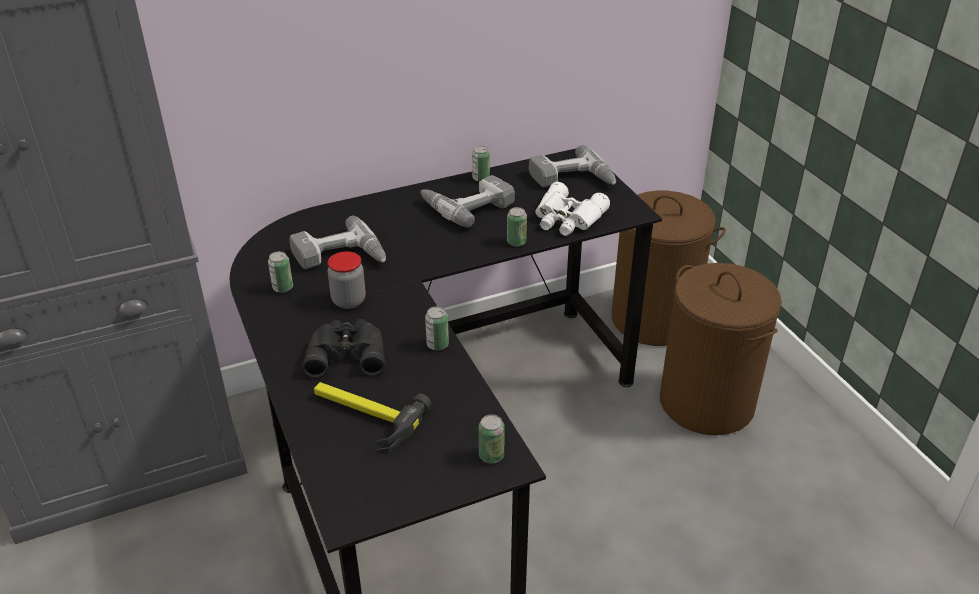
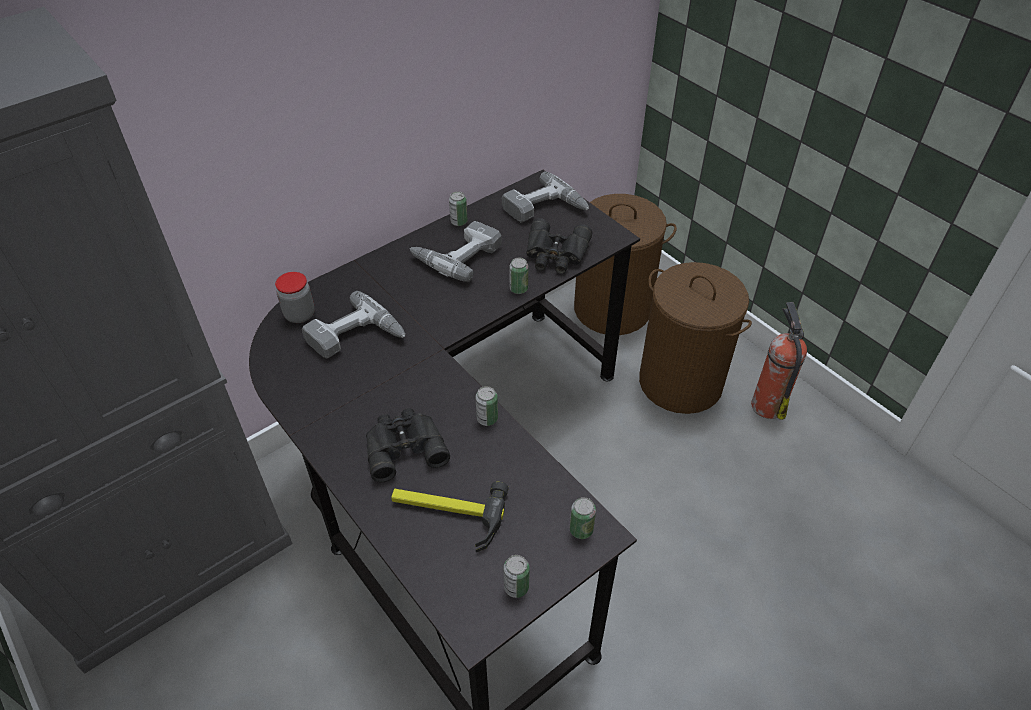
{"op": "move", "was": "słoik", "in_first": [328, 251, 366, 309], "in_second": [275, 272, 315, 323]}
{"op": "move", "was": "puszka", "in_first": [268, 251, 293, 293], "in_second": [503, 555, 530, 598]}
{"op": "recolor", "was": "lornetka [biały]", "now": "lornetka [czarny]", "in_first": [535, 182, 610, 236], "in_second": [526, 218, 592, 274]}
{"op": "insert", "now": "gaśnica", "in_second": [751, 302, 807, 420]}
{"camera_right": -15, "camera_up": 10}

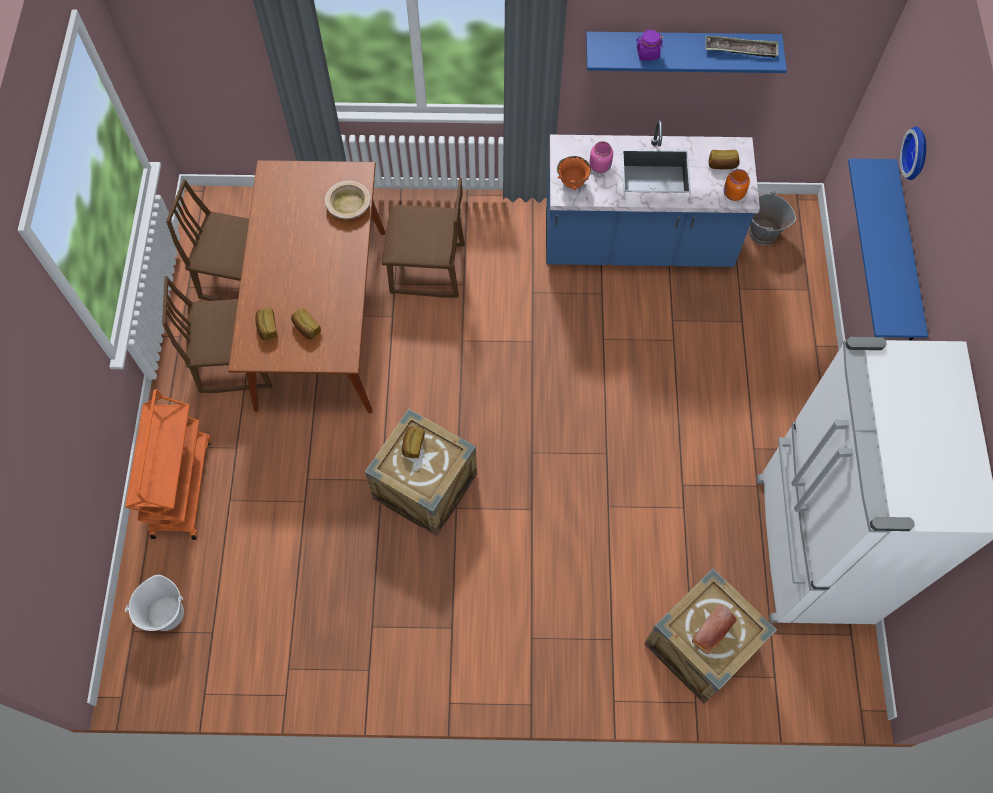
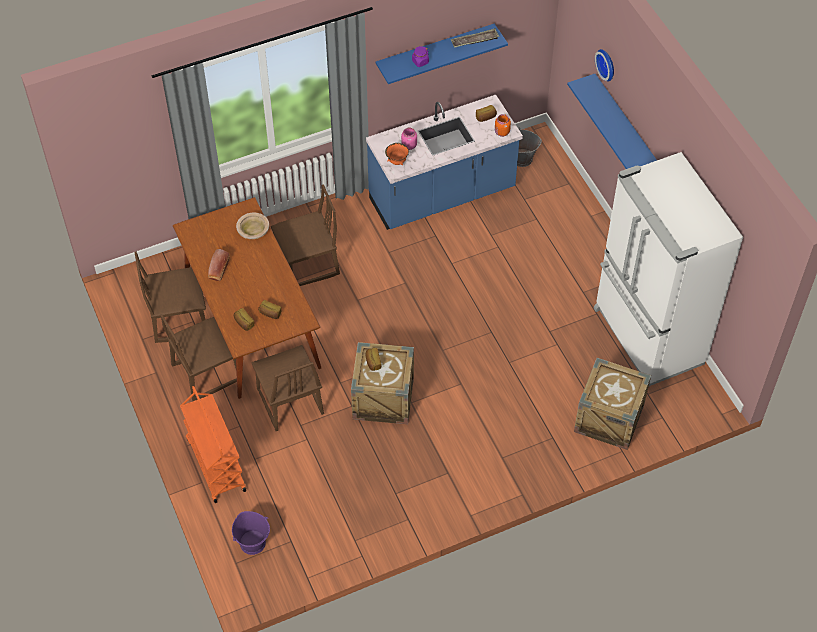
{"op": "move", "was": "chleb", "in_first": [692, 604, 737, 654], "in_second": [208, 249, 230, 281]}
{"op": "recolor", "was": "wiadro [biały]", "now": "wiadro [fioletowy]", "in_first": [125, 575, 184, 631], "in_second": [232, 511, 270, 555]}
{"op": "insert", "now": "krzesło [brązowy]", "in_second": [251, 345, 324, 431]}
{"camera_right": -25, "camera_up": -10}

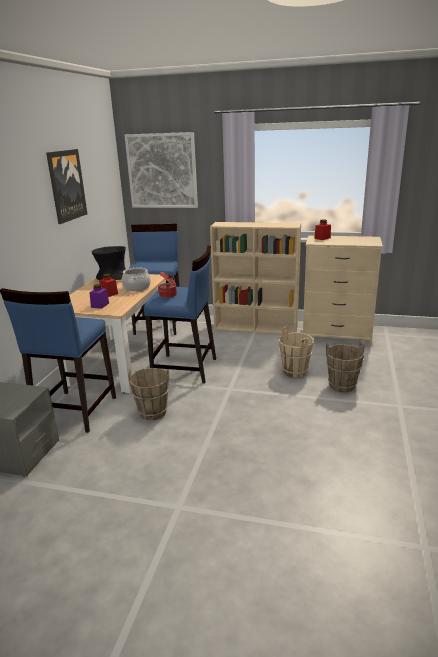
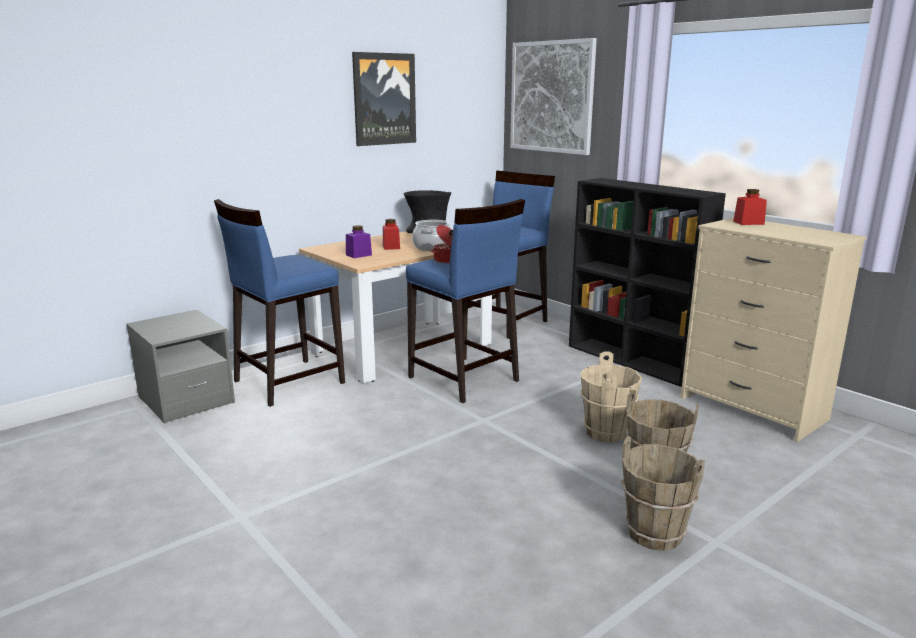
{"op": "recolor", "was": "regał [beżowy]", "now": "regał [czarny]", "in_first": [210, 222, 301, 334], "in_second": [569, 178, 726, 387]}
{"op": "move", "was": "wiadro [brązowy]", "in_first": [128, 368, 170, 420], "in_second": [621, 436, 705, 551]}
{"camera_right": 35, "camera_up": -5}

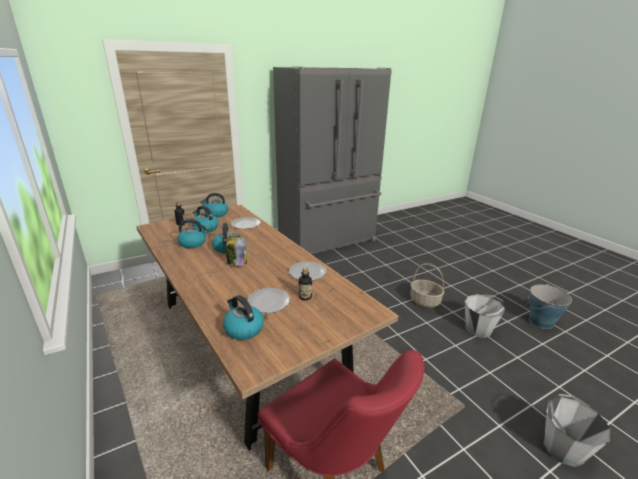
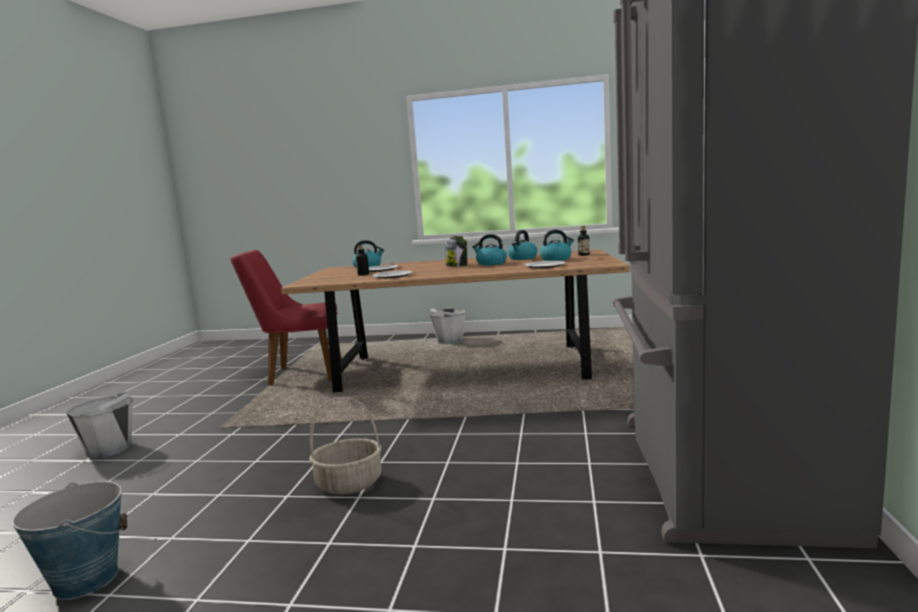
{"op": "move", "was": "wiadro [szary]", "in_first": [465, 294, 505, 338], "in_second": [430, 308, 466, 344]}
{"op": "delete", "was": "czajnik", "in_first": [200, 193, 228, 217]}
{"camera_right": 130, "camera_up": -15}

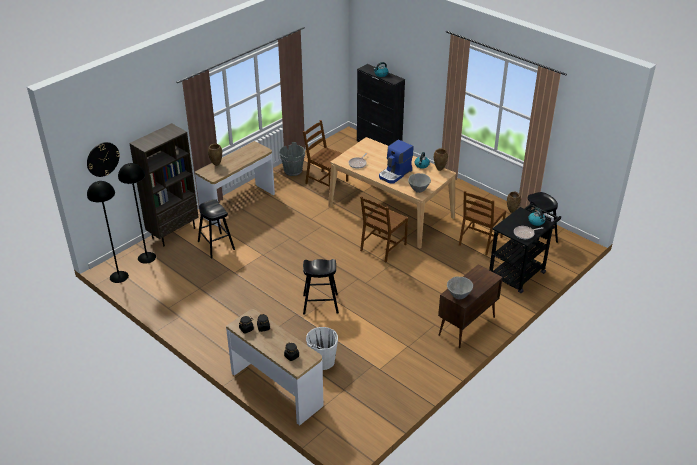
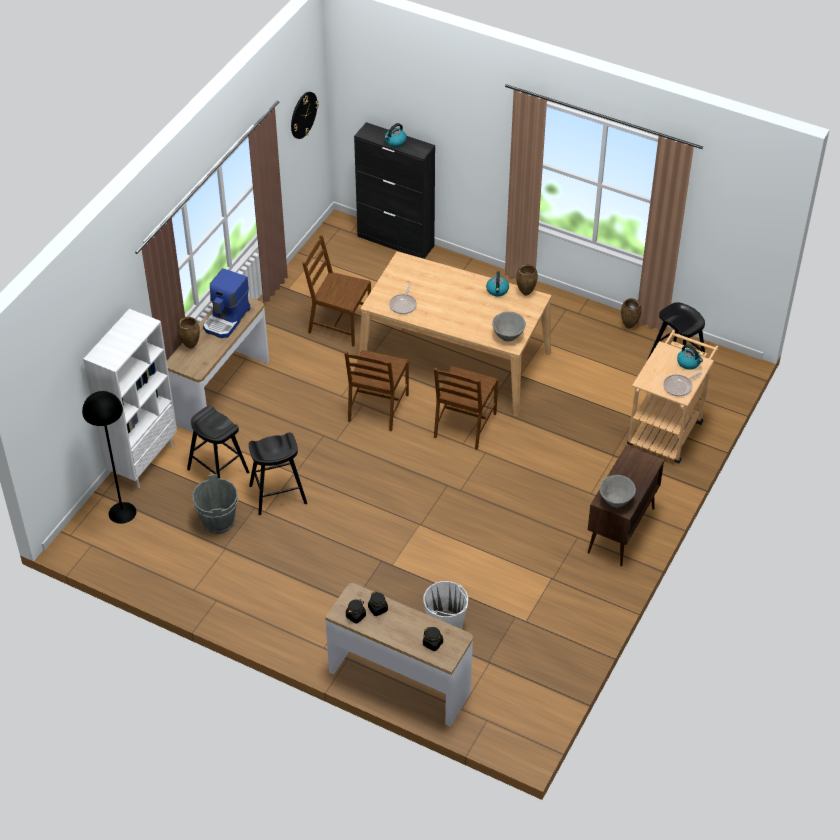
{"op": "recolor", "was": "regał [brązowy]", "now": "regał [biały]", "in_first": [129, 123, 199, 246], "in_second": [83, 309, 177, 488]}
{"op": "move", "was": "wiadro [szary]", "in_first": [279, 142, 305, 176], "in_second": [192, 474, 238, 534]}
{"op": "move", "was": "ekspres do kawy", "in_first": [379, 140, 413, 183], "in_second": [203, 268, 251, 338]}
{"op": "move", "was": "stołek [czarny]", "in_first": [303, 259, 339, 315], "in_second": [249, 432, 307, 515]}
{"op": "move", "was": "zegar ścienny", "in_first": [87, 142, 120, 177], "in_second": [291, 92, 319, 139]}
{"op": "move", "was": "krzesło [brązowy]", "in_first": [459, 191, 506, 255], "in_second": [344, 350, 409, 431]}
{"op": "recolor", "was": "wózek [czarny]", "now": "wózek [beżowy]", "in_first": [489, 203, 561, 294], "in_second": [627, 330, 719, 463]}
{"op": "delete", "was": "lampa stojąca [czarny]", "in_first": [87, 181, 129, 283]}
{"camera_right": -15, "camera_up": 10}

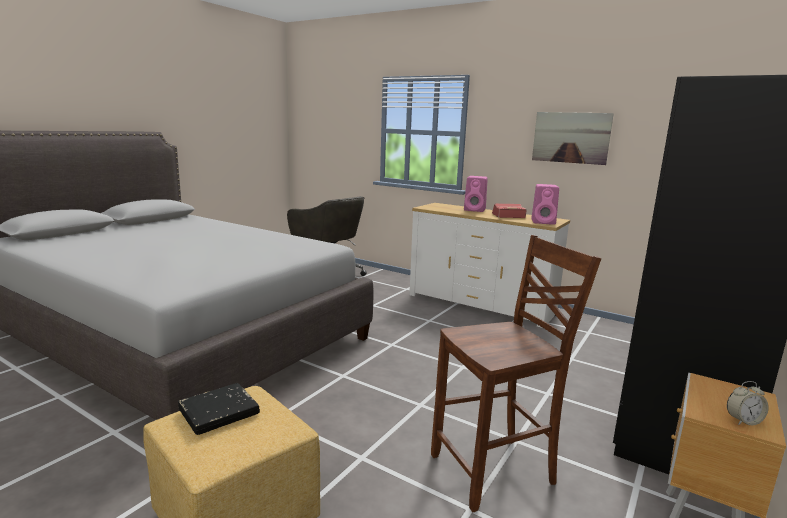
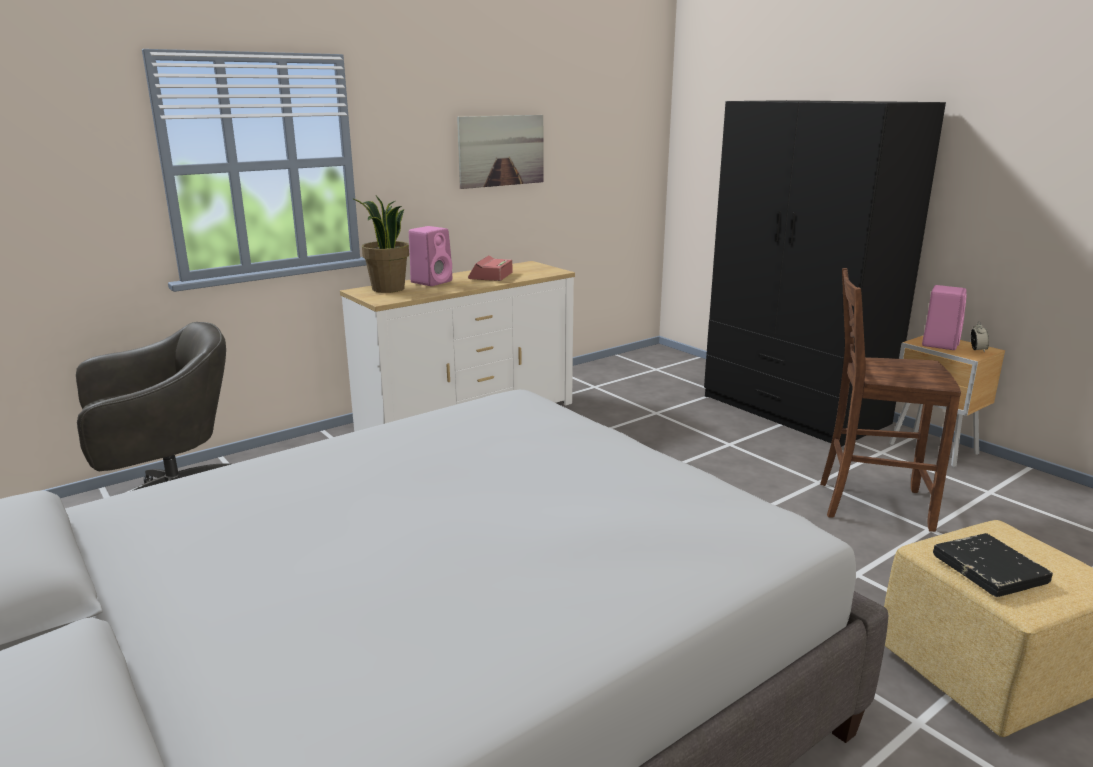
{"op": "insert", "now": "roślina doniczkowa", "in_second": [352, 196, 409, 293]}
{"op": "rotate", "was": "krzesło [brązowy]", "in_first": [431, 235, 601, 512], "in_second": [820, 268, 961, 532], "clockwise": -75}
{"op": "move", "was": "głośnik [różowy]", "in_first": [532, 184, 559, 225], "in_second": [922, 285, 967, 350]}
{"camera_right": -70, "camera_up": 5}

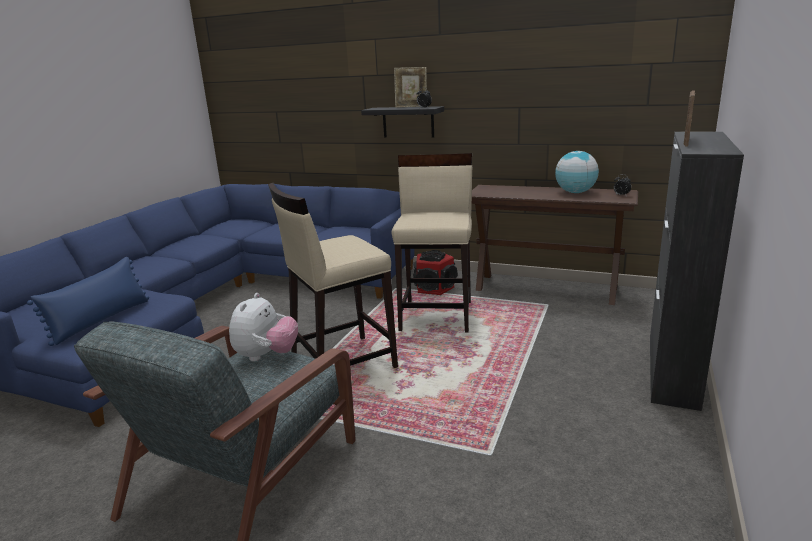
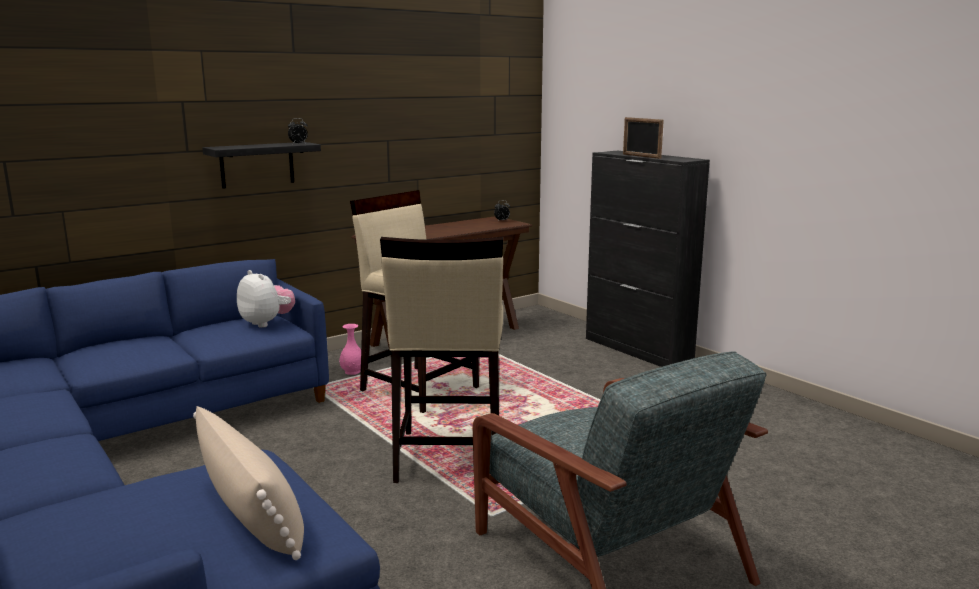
{"op": "recolor", "was": "poduszka [niebieski]", "now": "poduszka [beżowy]", "in_first": [27, 257, 149, 346], "in_second": [193, 406, 304, 560]}
{"op": "move", "was": "pluszak", "in_first": [229, 293, 298, 361], "in_second": [237, 270, 295, 328]}
{"op": "replace", "was": "głośnik", "now": "wazon [różowy]", "in_first": [413, 250, 458, 295], "in_second": [339, 324, 361, 375]}
{"op": "delete", "was": "ramka na zdjęcie", "in_first": [394, 67, 427, 108]}
{"op": "delete", "was": "globus", "in_first": [555, 151, 599, 193]}
{"camera_right": -60, "camera_up": -5}

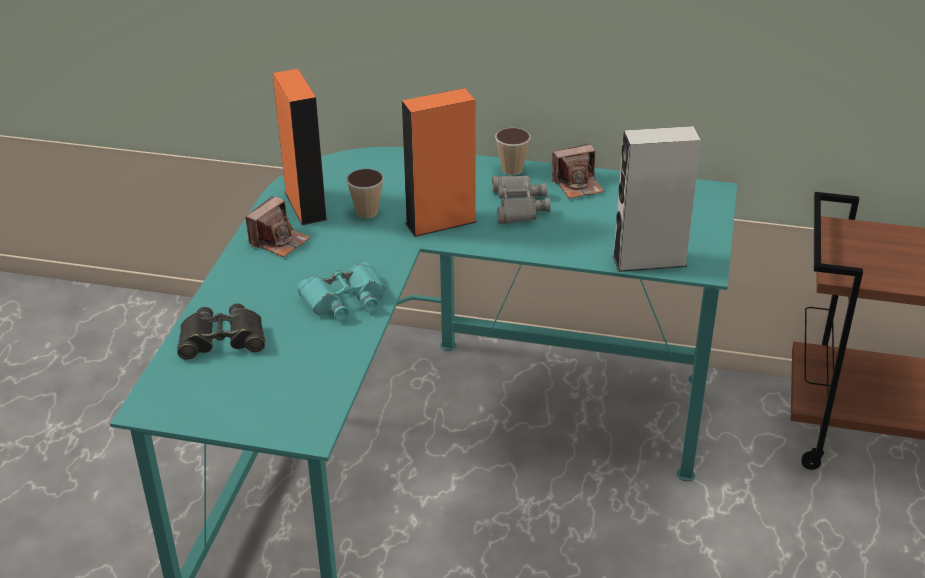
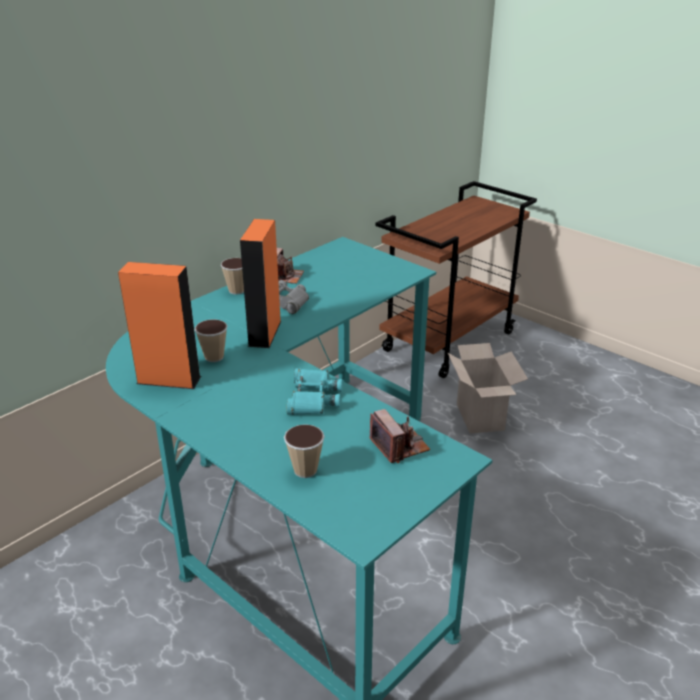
{"op": "replace", "was": "lornetka [czarny]", "now": "filiżanka", "in_first": [177, 304, 265, 360], "in_second": [284, 424, 325, 478]}
{"op": "move", "was": "aparat fotograficzny", "in_first": [245, 196, 311, 257], "in_second": [370, 409, 430, 463]}
{"op": "insert", "now": "karton", "in_second": [448, 343, 528, 434]}
{"op": "delete", "was": "głośnik [szary]", "in_first": [613, 126, 701, 272]}
{"camera_right": -60, "camera_up": -5}

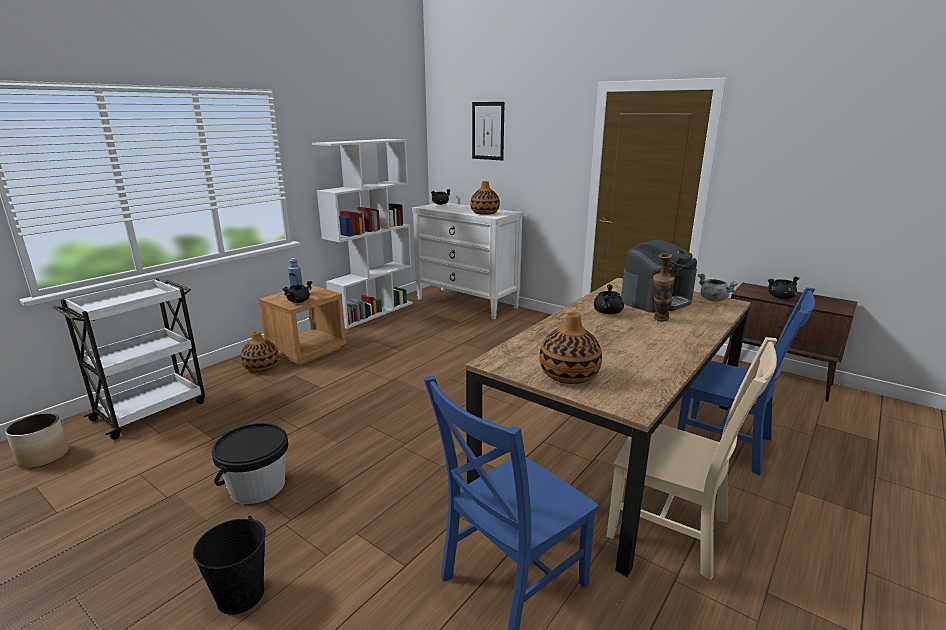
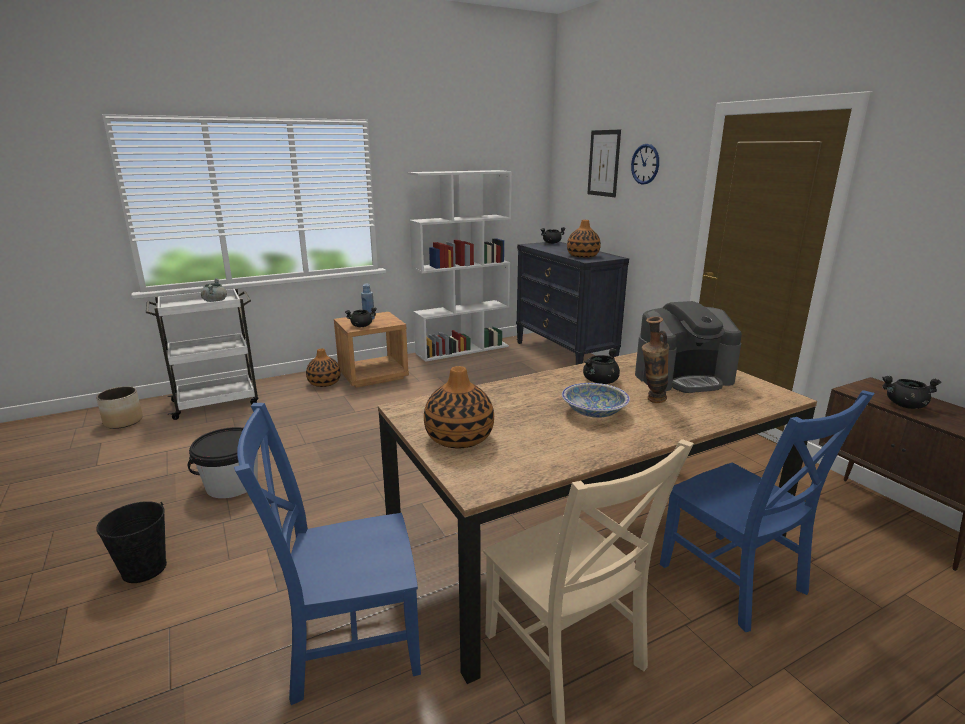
{"op": "move", "was": "garnek [szary]", "in_first": [698, 274, 738, 301], "in_second": [201, 278, 227, 302]}
{"op": "recolor", "was": "komoda [biały]", "now": "komoda [czarny]", "in_first": [412, 203, 523, 320], "in_second": [516, 242, 629, 365]}
{"op": "insert", "now": "miska", "in_second": [562, 383, 630, 418]}
{"op": "insert", "now": "zegar ścienny", "in_second": [631, 144, 659, 185]}
{"camera_right": 25, "camera_up": 0}

